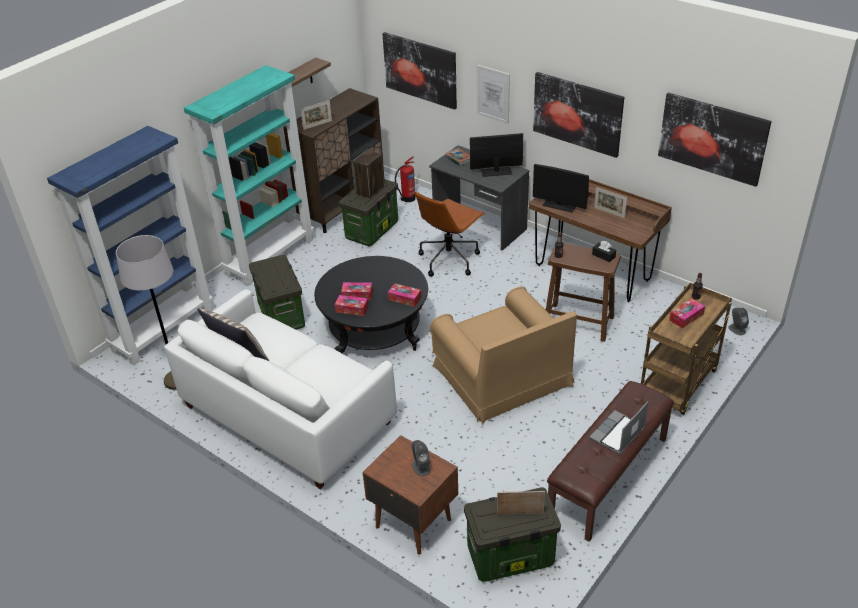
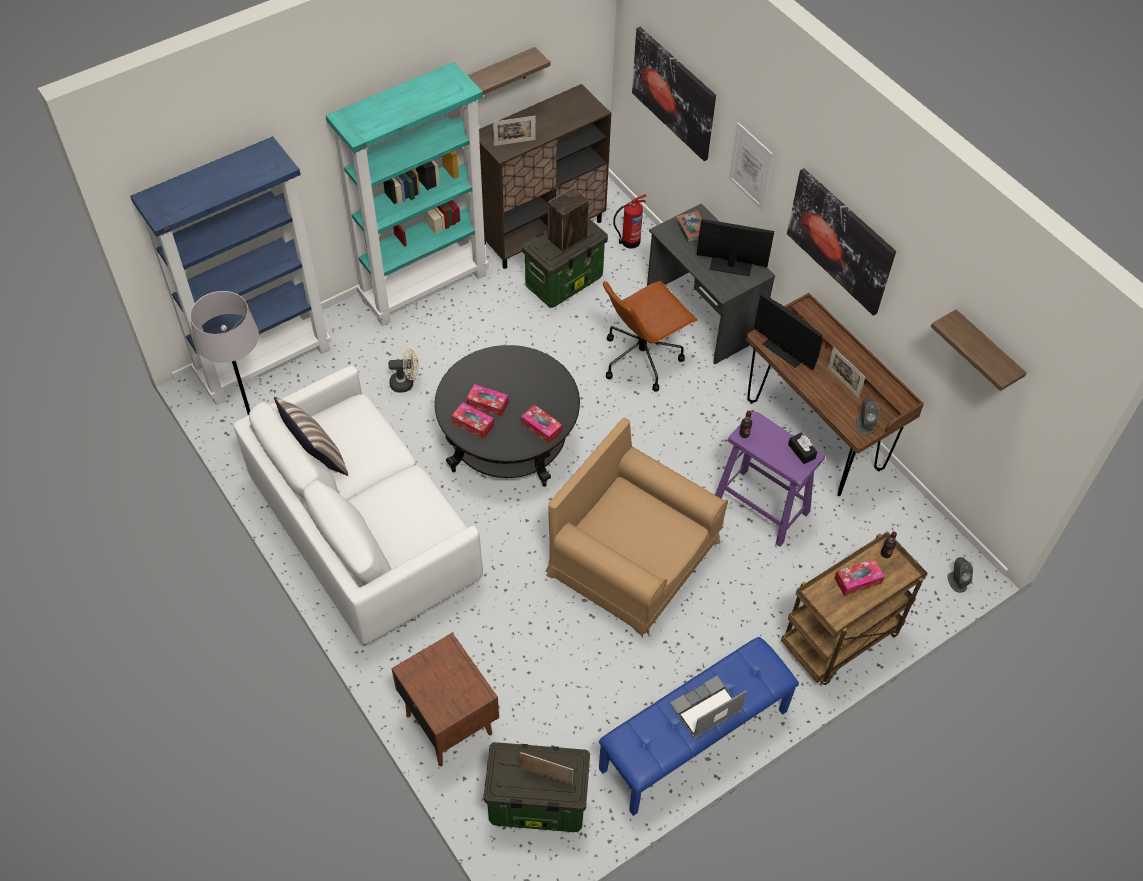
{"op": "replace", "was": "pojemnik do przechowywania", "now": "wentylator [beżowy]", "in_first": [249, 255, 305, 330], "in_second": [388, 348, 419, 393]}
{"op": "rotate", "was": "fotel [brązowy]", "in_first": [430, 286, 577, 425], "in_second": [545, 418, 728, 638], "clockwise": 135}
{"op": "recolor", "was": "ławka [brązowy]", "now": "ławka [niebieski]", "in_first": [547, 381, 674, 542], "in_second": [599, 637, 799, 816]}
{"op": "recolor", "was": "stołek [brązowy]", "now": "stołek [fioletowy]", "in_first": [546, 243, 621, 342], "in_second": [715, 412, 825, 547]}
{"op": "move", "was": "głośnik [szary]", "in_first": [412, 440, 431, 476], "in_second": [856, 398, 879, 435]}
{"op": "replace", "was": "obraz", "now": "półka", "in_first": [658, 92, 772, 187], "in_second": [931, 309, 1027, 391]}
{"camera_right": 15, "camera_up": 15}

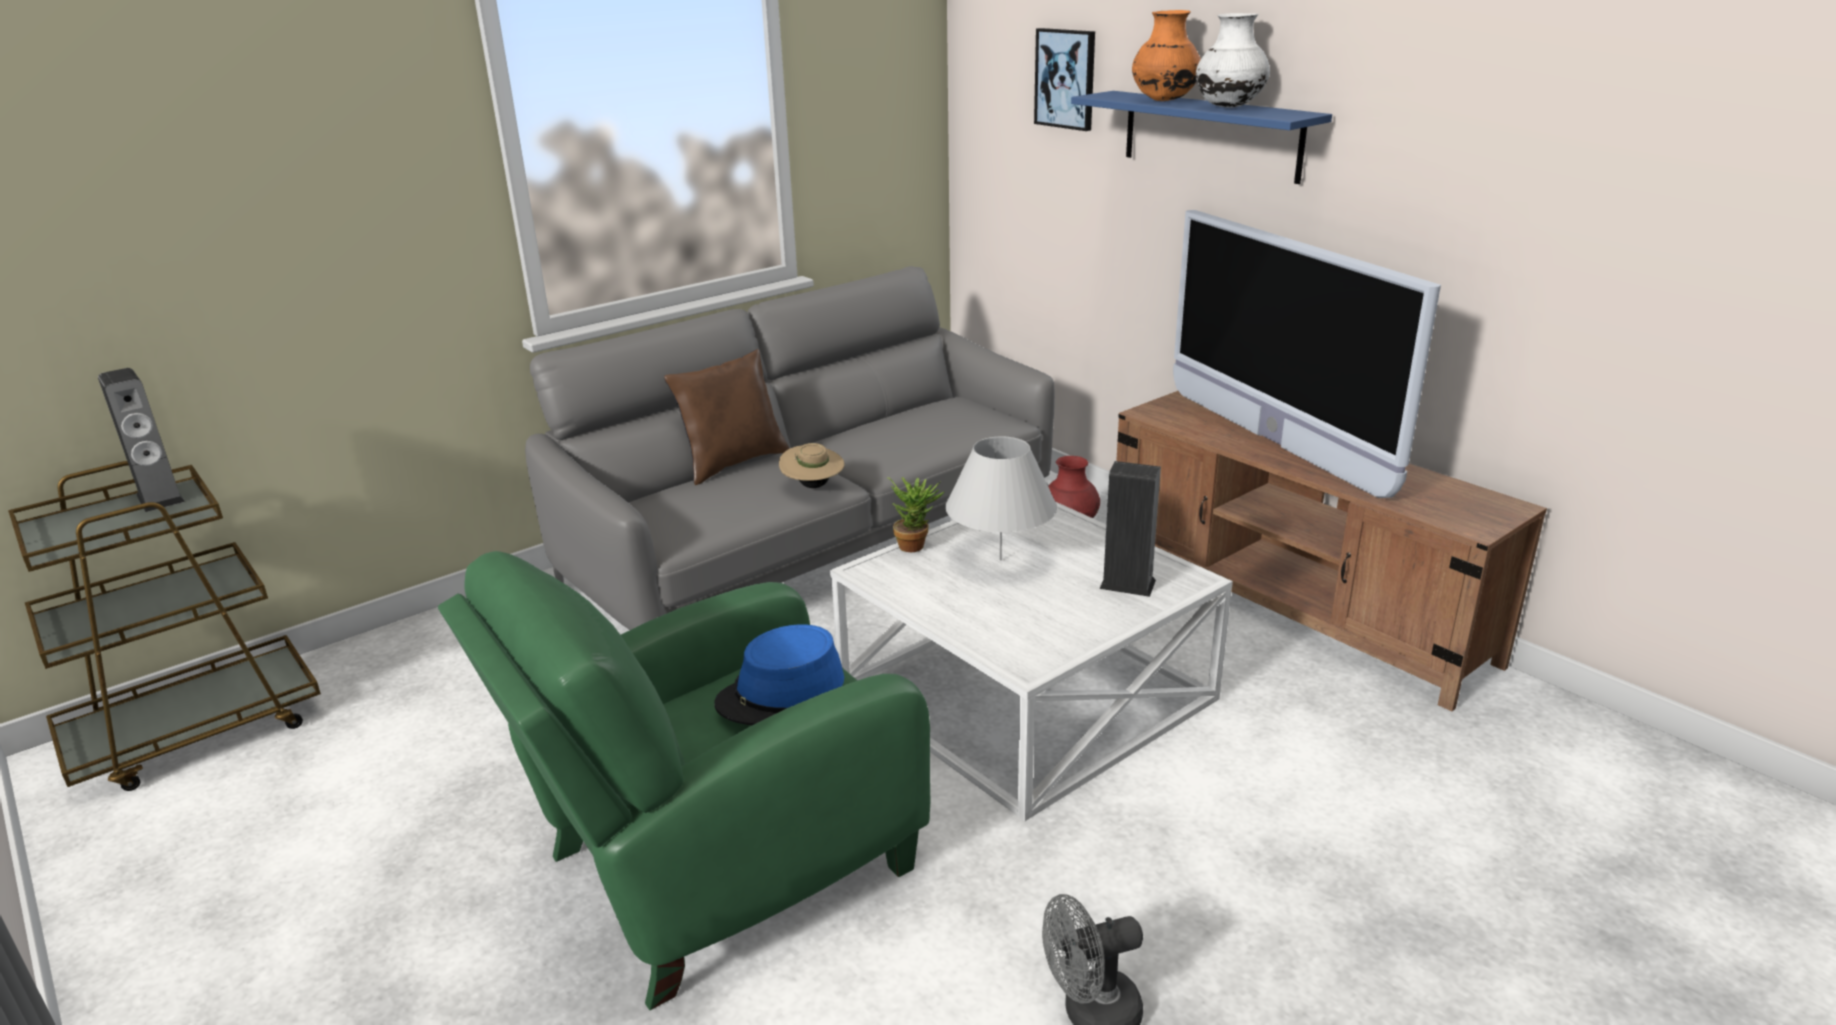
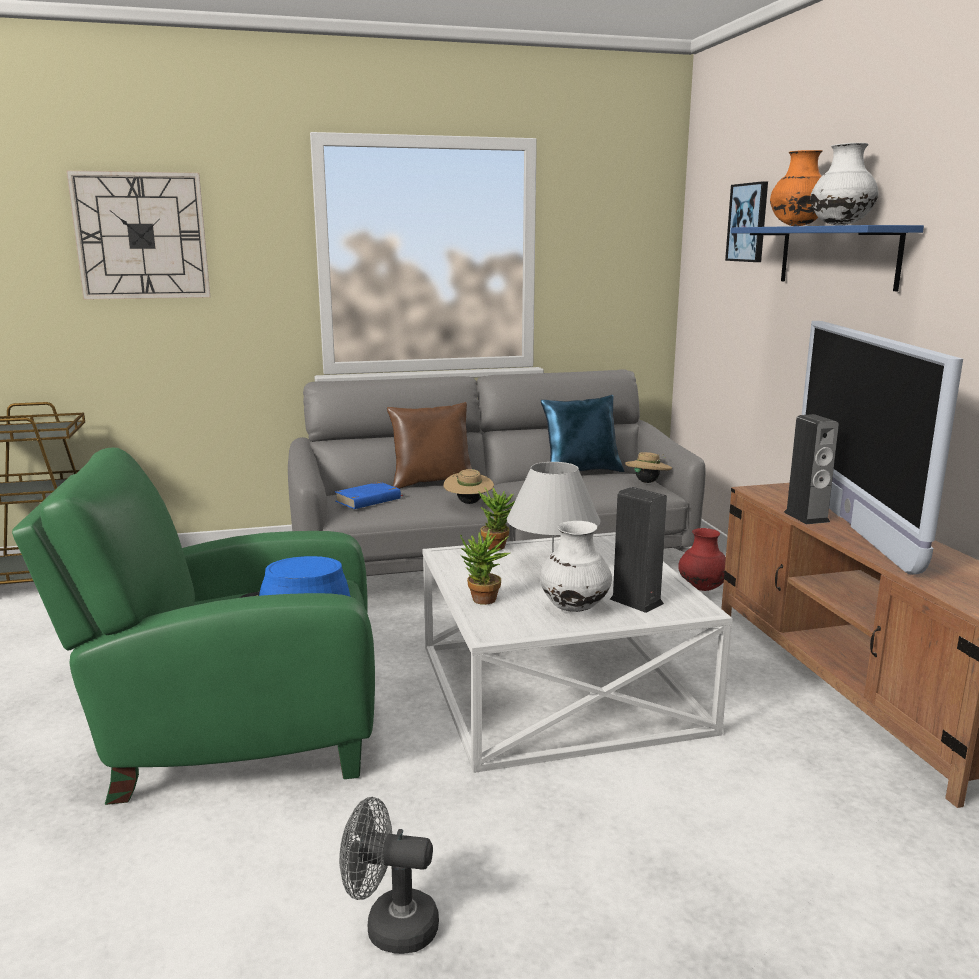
{"op": "insert", "now": "zegar ścienny", "in_second": [67, 171, 210, 300]}
{"op": "insert", "now": "książka [niebieski]", "in_second": [335, 482, 403, 509]}
{"op": "insert", "now": "roślina doniczkowa", "in_second": [460, 528, 510, 605]}
{"op": "insert", "now": "wazon [biały]", "in_second": [540, 521, 612, 612]}
{"op": "insert", "now": "poduszka [niebieski]", "in_second": [541, 395, 624, 472]}
{"op": "insert", "now": "kapelusz [beżowy]", "in_second": [625, 452, 672, 483]}
{"op": "move", "was": "głośnik", "in_first": [98, 368, 185, 512], "in_second": [784, 414, 839, 524]}
{"camera_right": 25, "camera_up": -10}

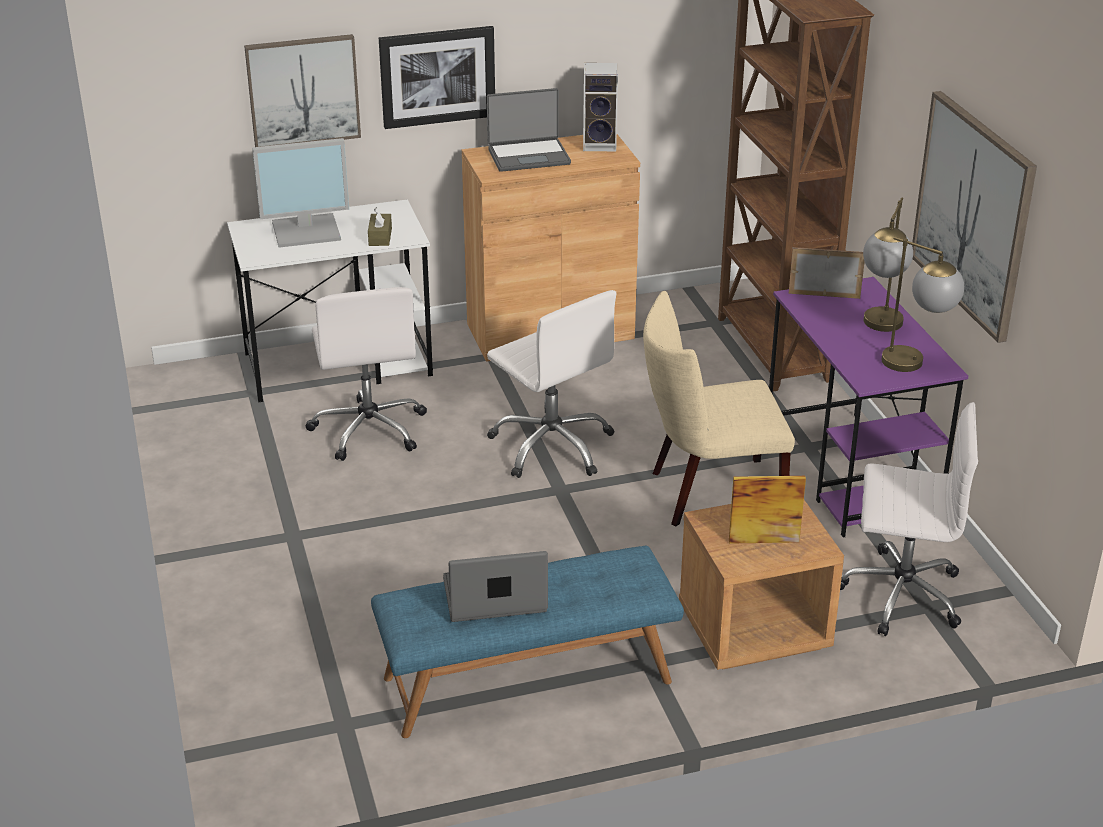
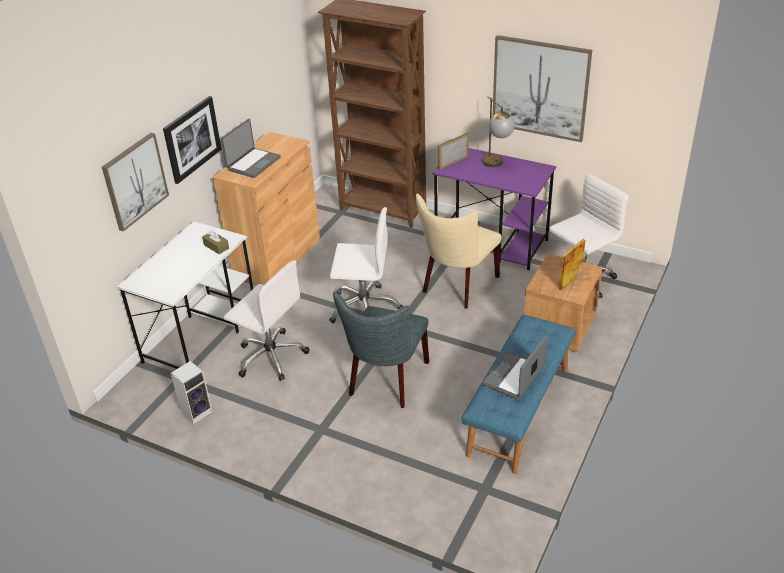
{"op": "move", "was": "głośnik", "in_first": [583, 63, 618, 151], "in_second": [171, 361, 213, 424]}
{"op": "insert", "now": "krzesło [szary]", "in_second": [333, 291, 429, 408]}
{"op": "delete", "was": "monitor", "in_first": [252, 138, 349, 248]}
{"op": "delete", "was": "lampa stołowa", "in_first": [881, 237, 964, 372]}
{"camera_right": -45, "camera_up": 5}

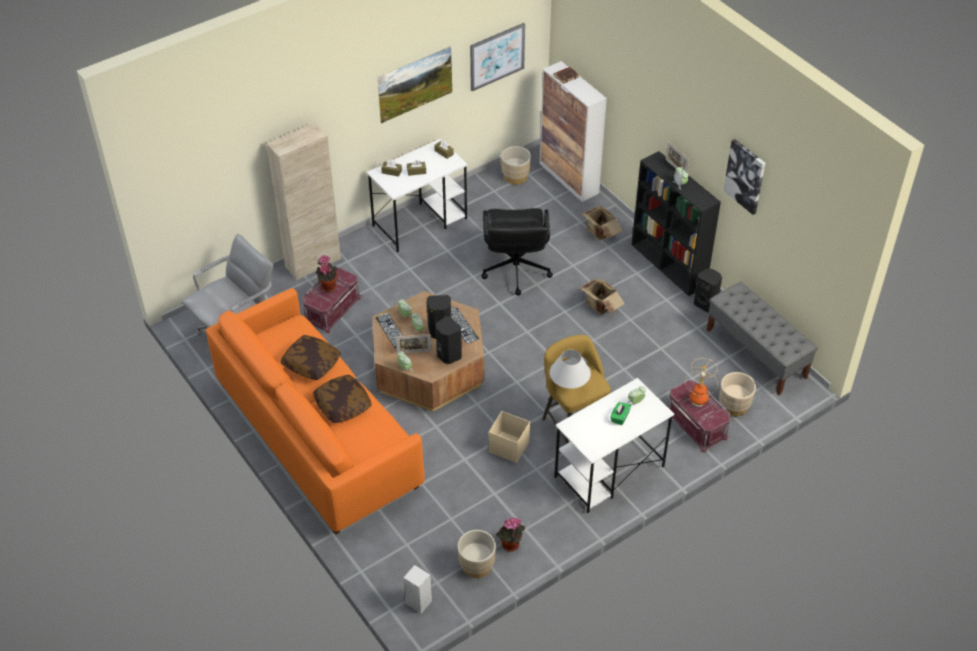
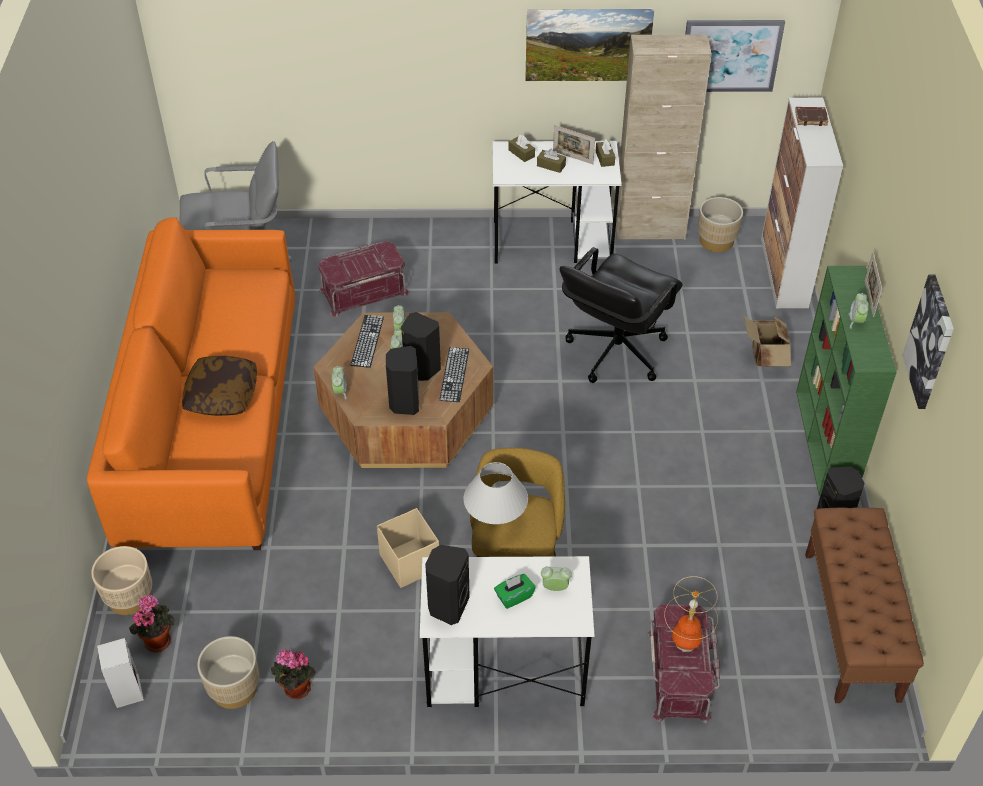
{"op": "move", "was": "donica [beżowy]", "in_first": [719, 372, 756, 416], "in_second": [91, 546, 152, 615]}
{"op": "move", "was": "roślina doniczkowa", "in_first": [316, 255, 338, 292], "in_second": [129, 594, 175, 652]}
{"op": "insert", "now": "głośnik [czarny]", "in_second": [425, 545, 469, 625]}
{"op": "move", "was": "ramka na zdjęcie", "in_first": [396, 334, 432, 354], "in_second": [553, 125, 595, 164]}
{"op": "move", "was": "szafka [beżowy]", "in_first": [266, 123, 341, 280], "in_second": [616, 34, 712, 240]}
{"op": "recolor", "was": "regał [czarny]", "now": "regał [zielony]", "in_first": [632, 151, 721, 296], "in_second": [796, 266, 897, 497]}
{"op": "recolor", "was": "ławka [szary]", "now": "ławka [brązowy]", "in_first": [707, 282, 818, 396], "in_second": [805, 507, 924, 703]}
{"op": "delete", "was": "poduszka", "in_first": [280, 335, 341, 380]}
{"op": "delete", "was": "karton", "in_first": [579, 279, 625, 315]}
{"camera_right": 35, "camera_up": 0}

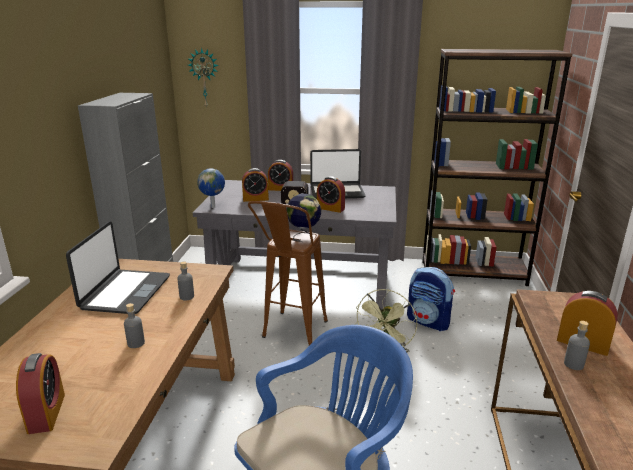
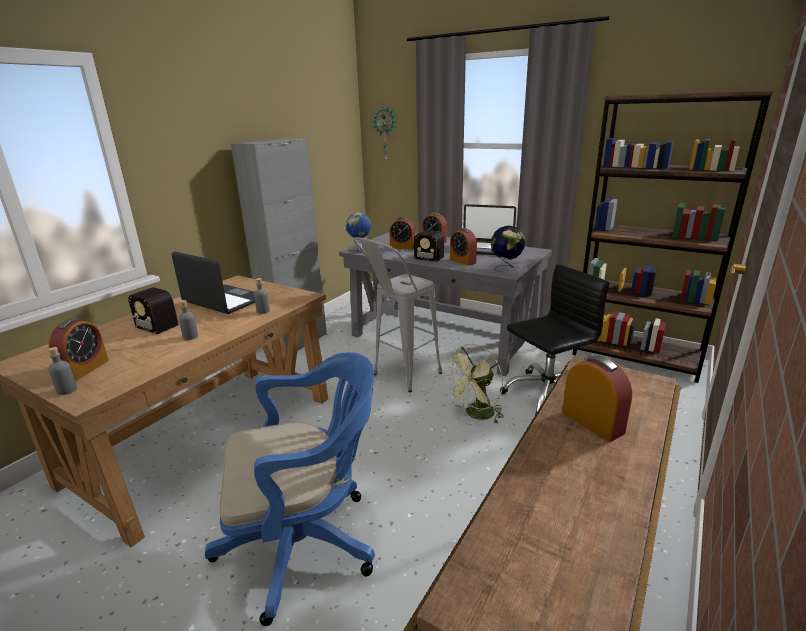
{"op": "move", "was": "butelka [szary]", "in_first": [564, 321, 590, 370], "in_second": [48, 347, 77, 395]}
{"op": "insert", "now": "radio", "in_second": [125, 287, 179, 334]}
{"op": "rotate", "was": "laptop", "in_first": [66, 221, 170, 314], "in_second": [172, 251, 255, 314], "clockwise": -90}
{"op": "recolor", "was": "stołek [brązowy]", "now": "stołek [szary]", "in_first": [248, 201, 328, 345], "in_second": [353, 237, 442, 392]}
{"op": "move", "was": "globus", "in_first": [286, 194, 321, 242], "in_second": [491, 226, 525, 272]}
{"op": "replace", "was": "plecak", "now": "krzesło biurowe [czarny]", "in_first": [407, 267, 455, 331], "in_second": [500, 264, 610, 415]}
{"camera_right": 25, "camera_up": 0}

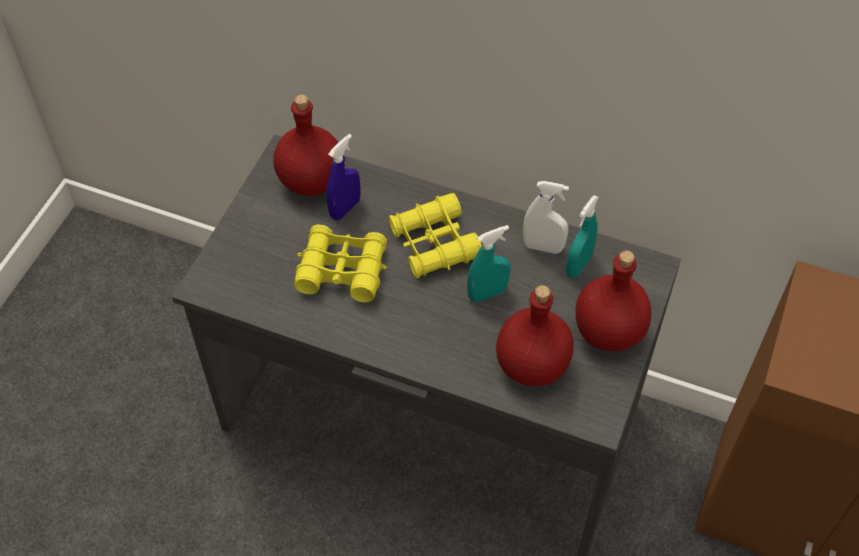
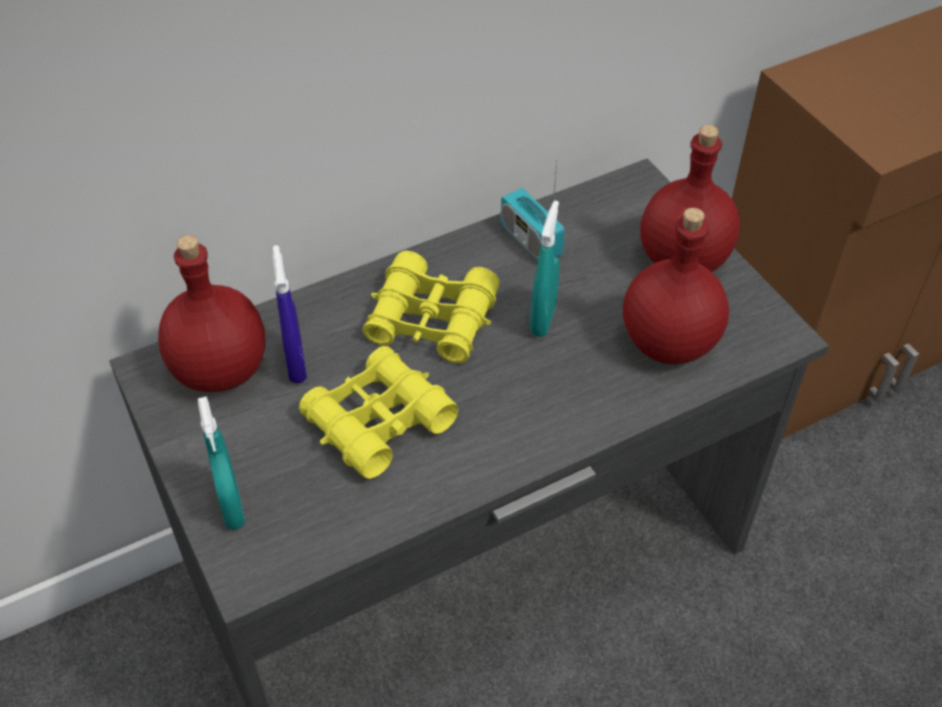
{"op": "move", "was": "spryskiwacz [turkusowy]", "in_first": [566, 195, 599, 278], "in_second": [198, 396, 245, 530]}
{"op": "replace", "was": "spryskiwacz [biały]", "now": "radio", "in_first": [523, 181, 569, 254], "in_second": [501, 162, 565, 260]}
{"camera_right": -50, "camera_up": -5}

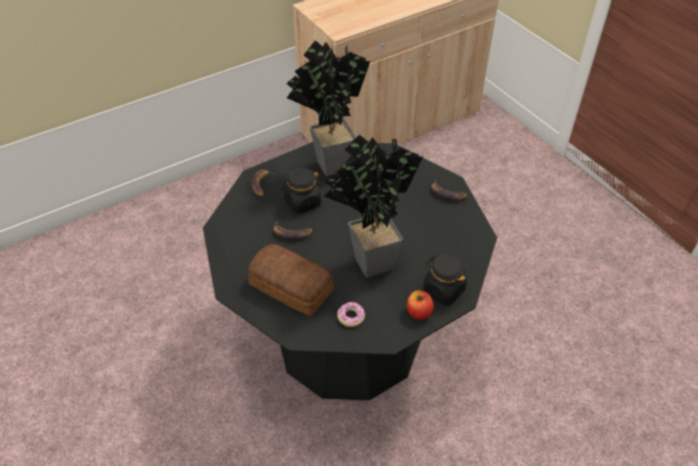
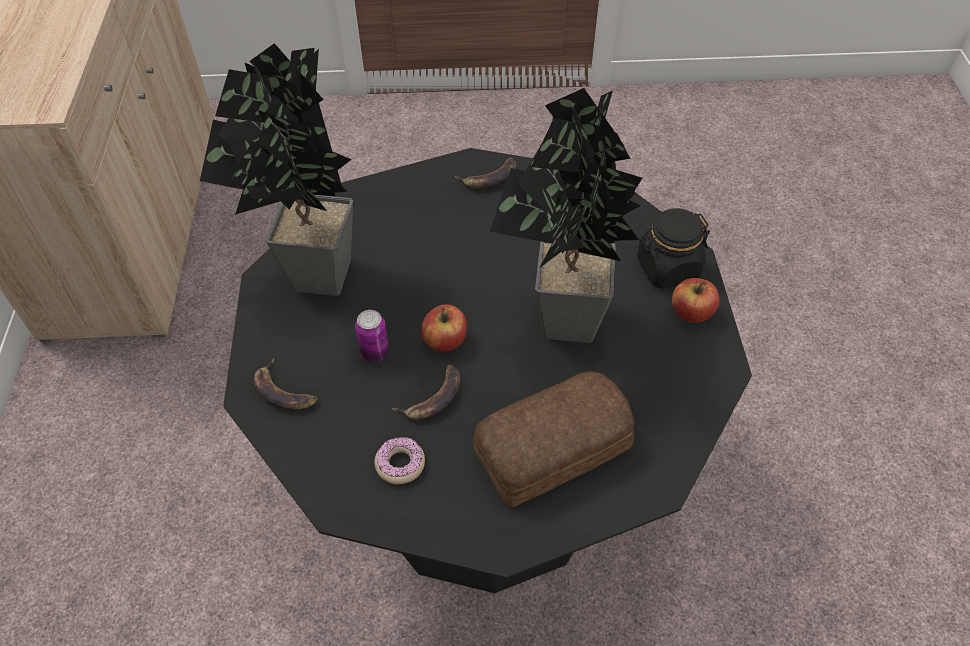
{"op": "replace", "was": "słoik [czarny]", "now": "puszka", "in_first": [282, 168, 321, 214], "in_second": [355, 310, 389, 362]}
{"op": "move", "was": "donut", "in_first": [337, 302, 365, 327], "in_second": [374, 437, 425, 485]}
{"op": "insert", "now": "jabłko", "in_second": [421, 304, 467, 352]}
{"camera_right": -60, "camera_up": 5}

